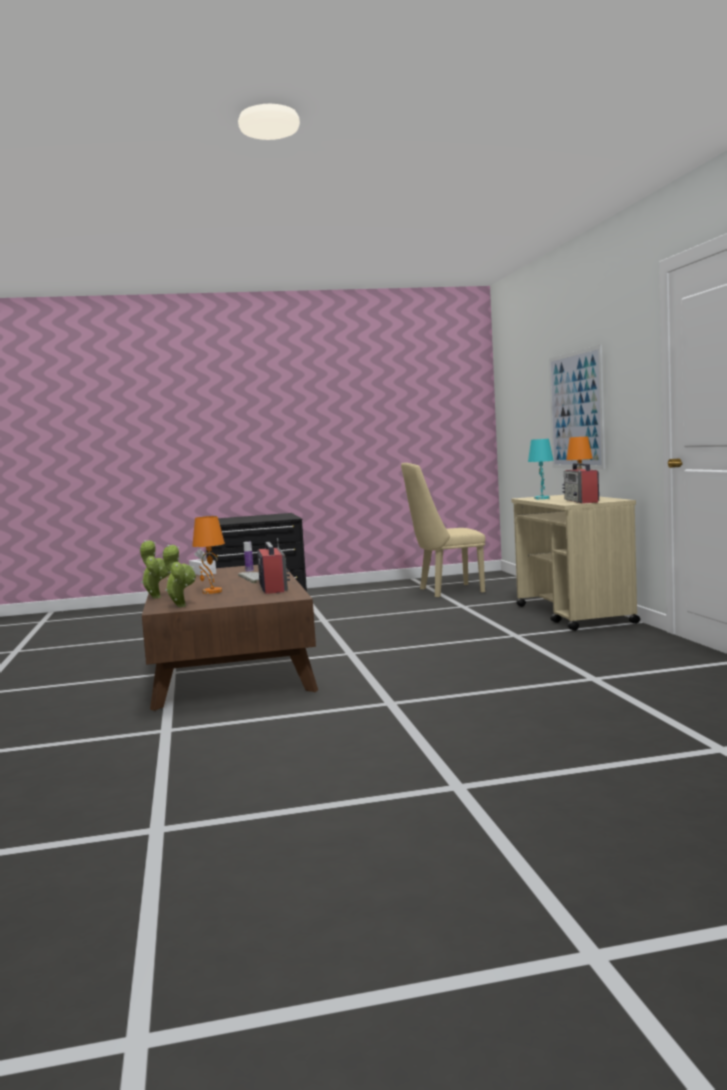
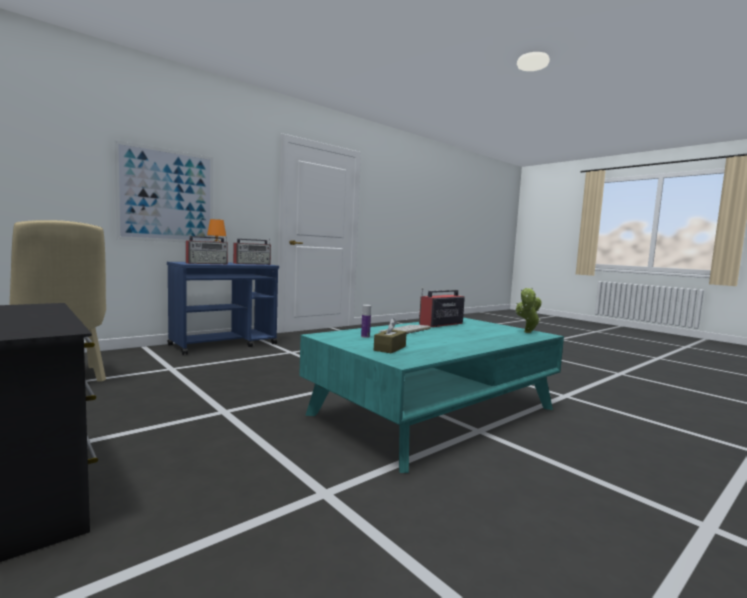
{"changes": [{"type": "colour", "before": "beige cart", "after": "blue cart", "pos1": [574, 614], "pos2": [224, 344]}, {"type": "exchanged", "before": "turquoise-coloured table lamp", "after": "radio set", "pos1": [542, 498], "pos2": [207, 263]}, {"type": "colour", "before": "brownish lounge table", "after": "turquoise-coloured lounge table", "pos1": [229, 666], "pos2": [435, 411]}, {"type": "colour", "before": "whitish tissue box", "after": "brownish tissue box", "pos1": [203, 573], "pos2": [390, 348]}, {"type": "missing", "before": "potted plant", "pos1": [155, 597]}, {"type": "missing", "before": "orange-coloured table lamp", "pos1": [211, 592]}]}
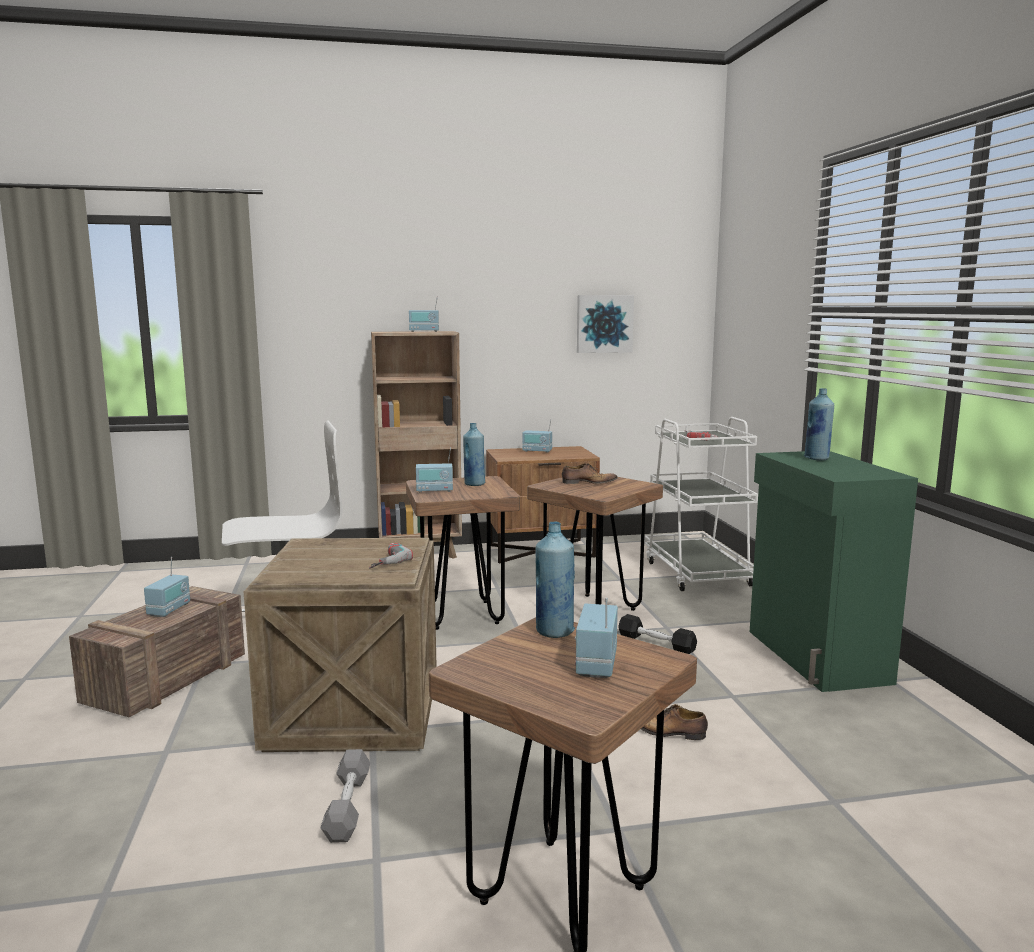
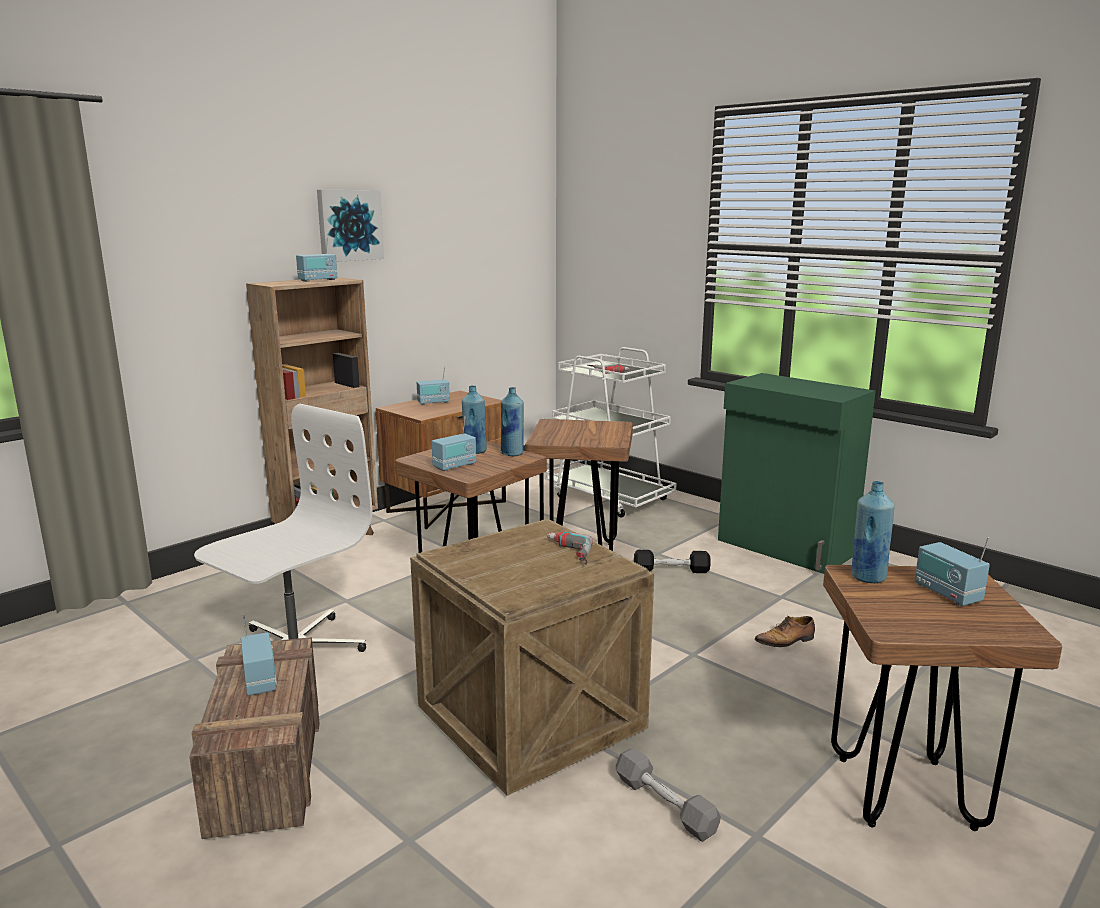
{"changes": [{"type": "relocated", "before": "picture", "pos1": [604, 324], "pos2": [349, 225]}, {"type": "relocated", "before": "blue bottle", "pos1": [816, 458], "pos2": [512, 453]}, {"type": "missing", "before": "item of footwear", "pos1": [588, 483]}]}
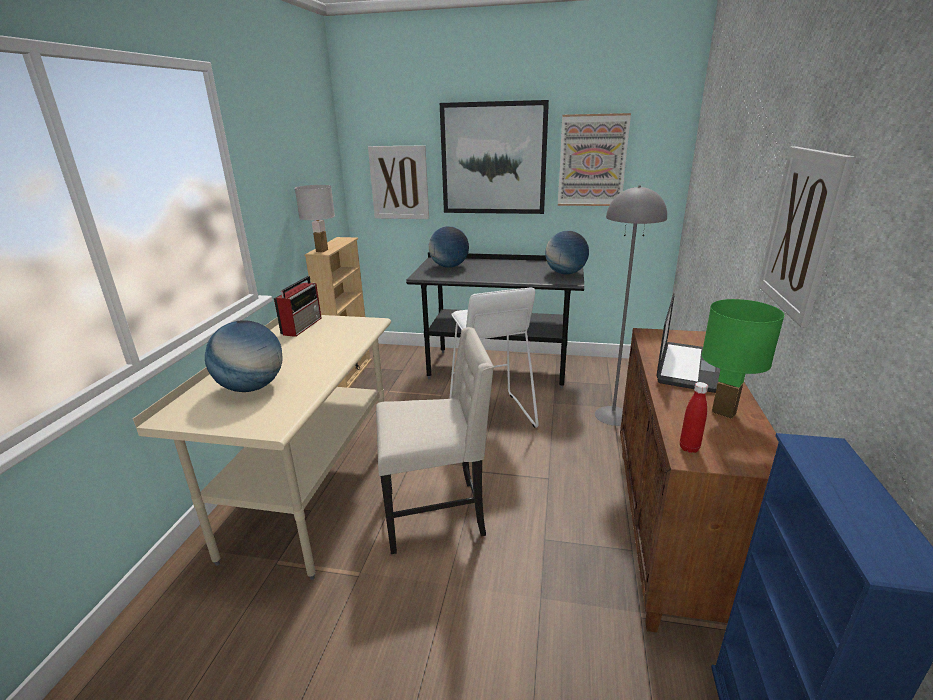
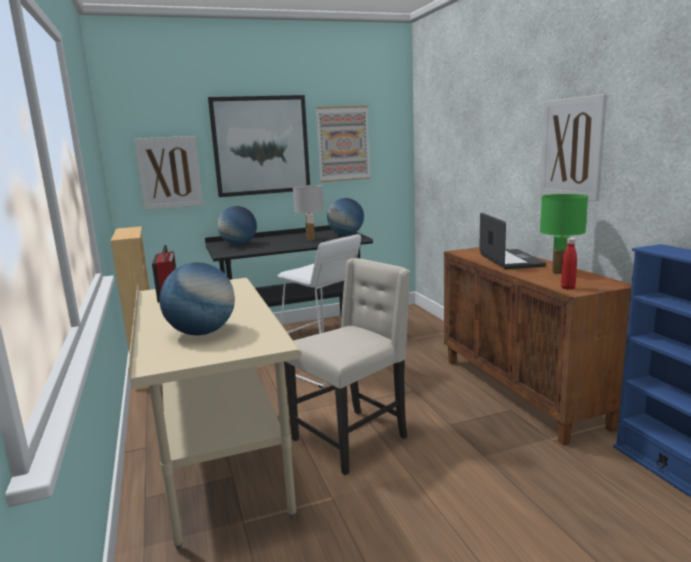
{"changes": [{"type": "relocated", "before": "whitish table lamp", "pos1": [322, 250], "pos2": [310, 239]}, {"type": "missing", "before": "greyish standing lamp", "pos1": [613, 415]}]}
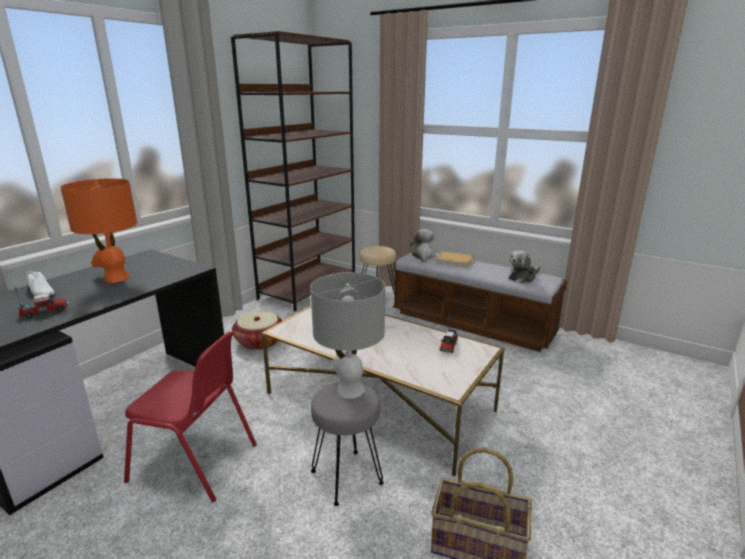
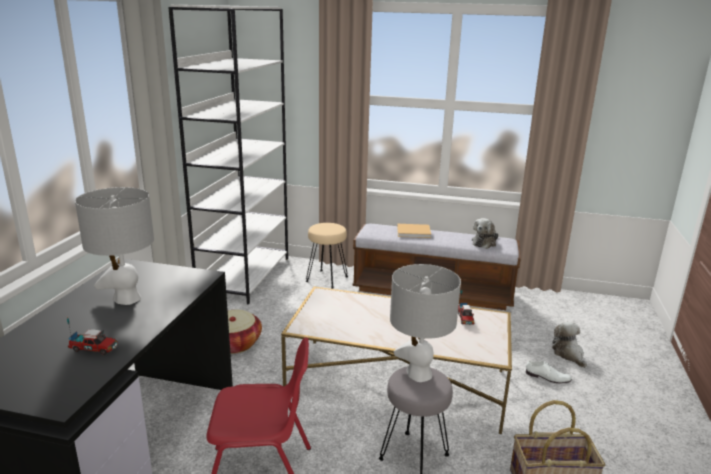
{"changes": [{"type": "spun", "before": "toy truck", "pos1": [45, 312], "pos2": [94, 349], "turn": 60}, {"type": "colour", "before": "orange-coloured table lamp", "after": "greyish table lamp", "pos1": [116, 278], "pos2": [127, 298]}, {"type": "colour", "before": "brownish bookcase", "after": "whitish bookcase", "pos1": [308, 288], "pos2": [244, 276]}, {"type": "relocated", "before": "whitish item of footwear", "pos1": [40, 292], "pos2": [547, 377]}, {"type": "relocated", "before": "cuddly toy", "pos1": [423, 256], "pos2": [569, 354]}]}
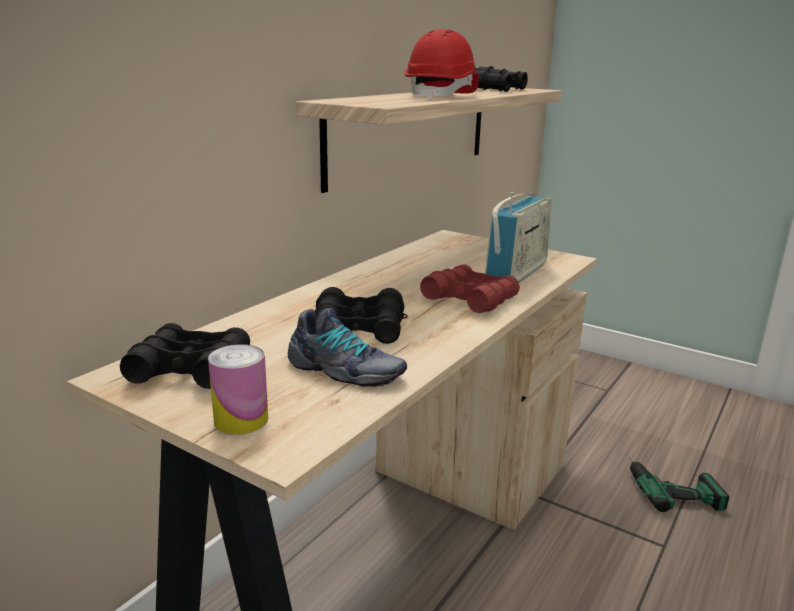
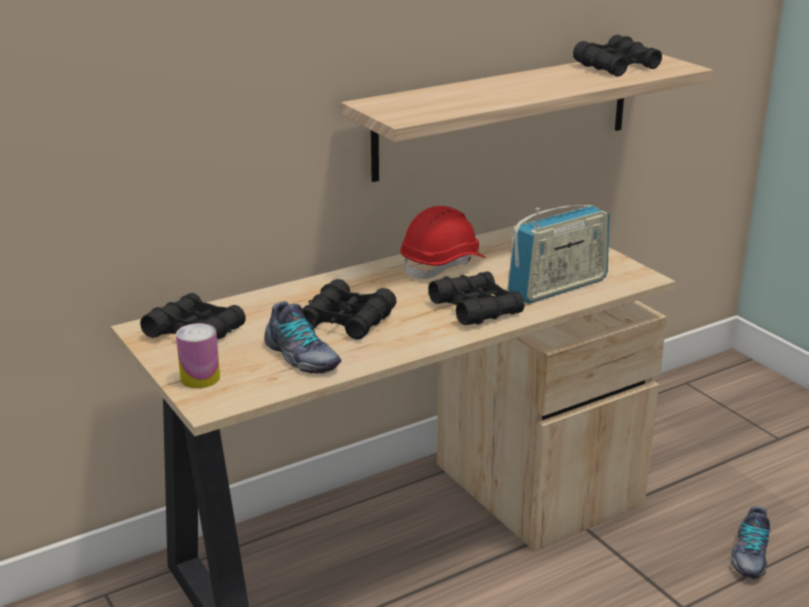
{"changes": [{"type": "relocated", "before": "reddish safety helmet", "pos1": [442, 96], "pos2": [443, 265]}, {"type": "colour", "before": "reddish field glasses", "after": "black field glasses", "pos1": [469, 299], "pos2": [476, 308]}, {"type": "exchanged", "before": "electric drill", "after": "item of footwear", "pos1": [669, 485], "pos2": [749, 555]}]}
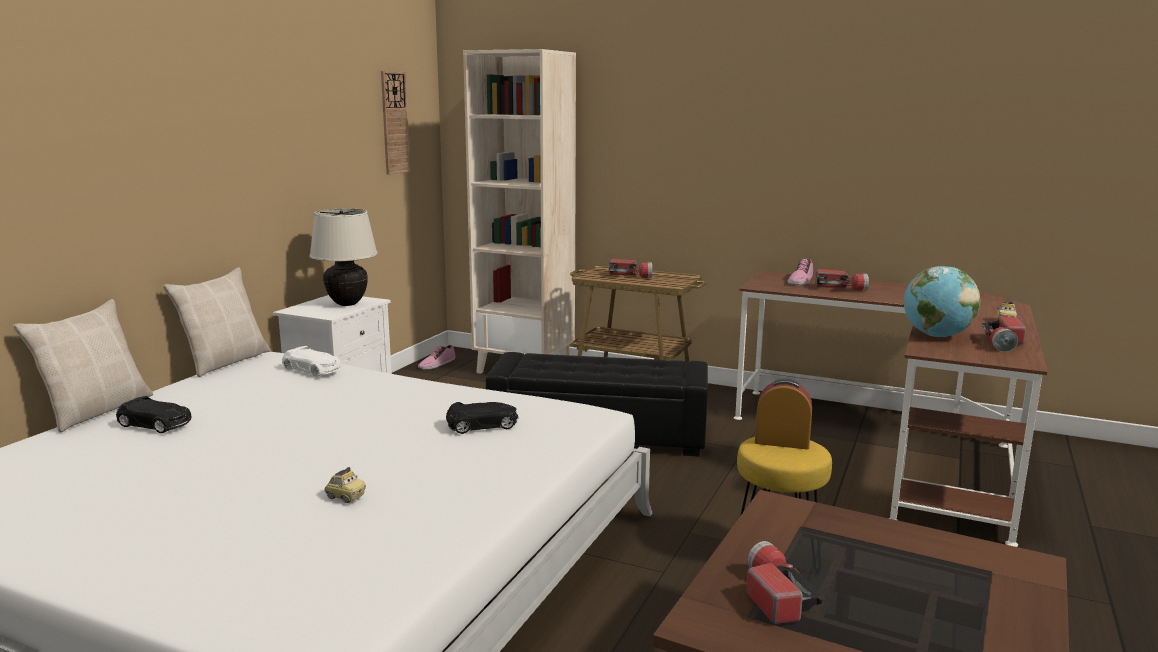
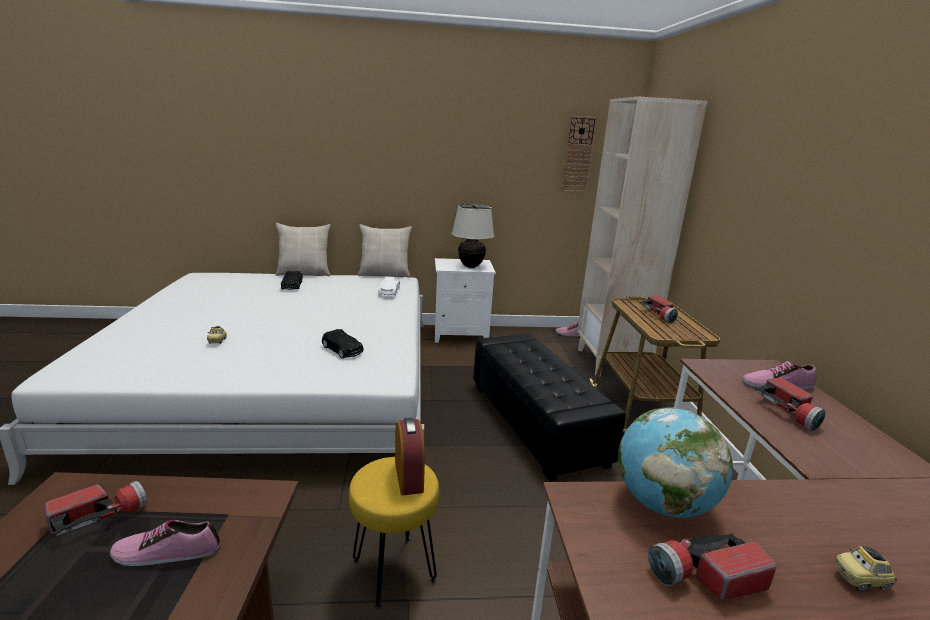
{"changes": [{"type": "appeared", "after": "item of footwear", "pos2": [167, 551]}]}
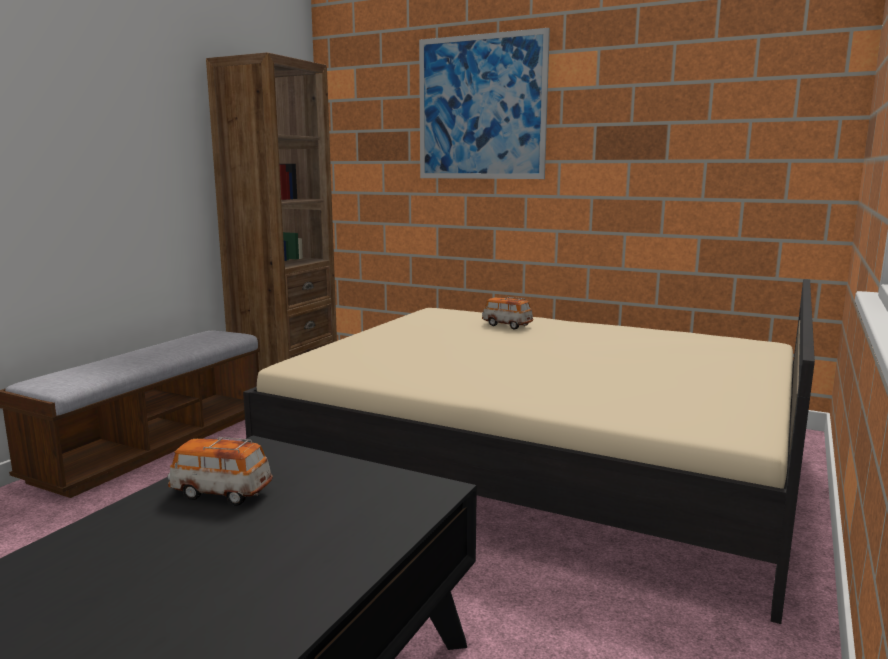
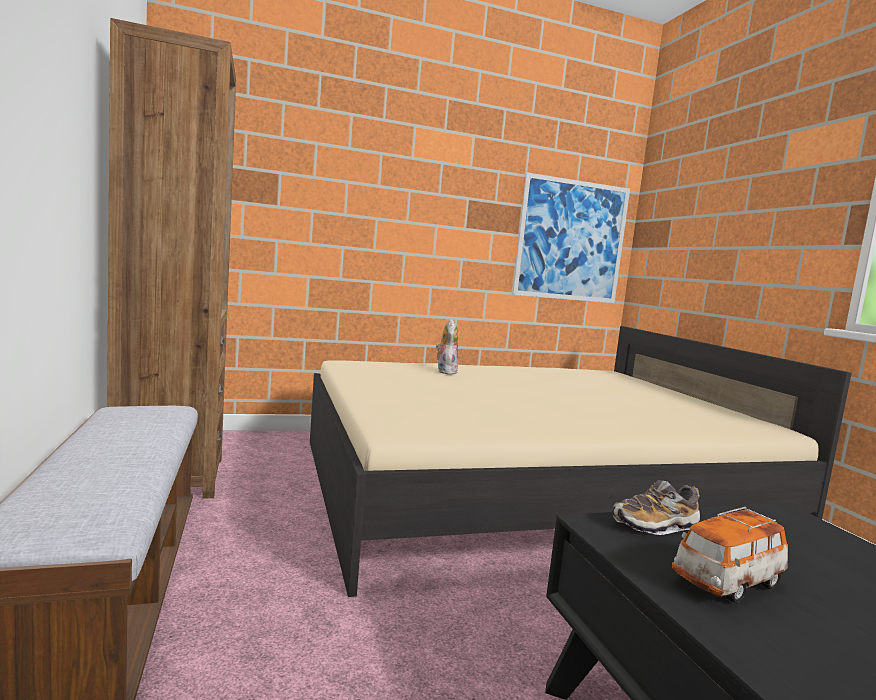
{"changes": [{"type": "exchanged", "before": "miniature car", "after": "cuddly toy", "pos1": [507, 325], "pos2": [445, 371]}, {"type": "relocated", "before": "picture", "pos1": [481, 108], "pos2": [571, 240]}, {"type": "appeared", "after": "item of footwear", "pos2": [655, 525]}]}
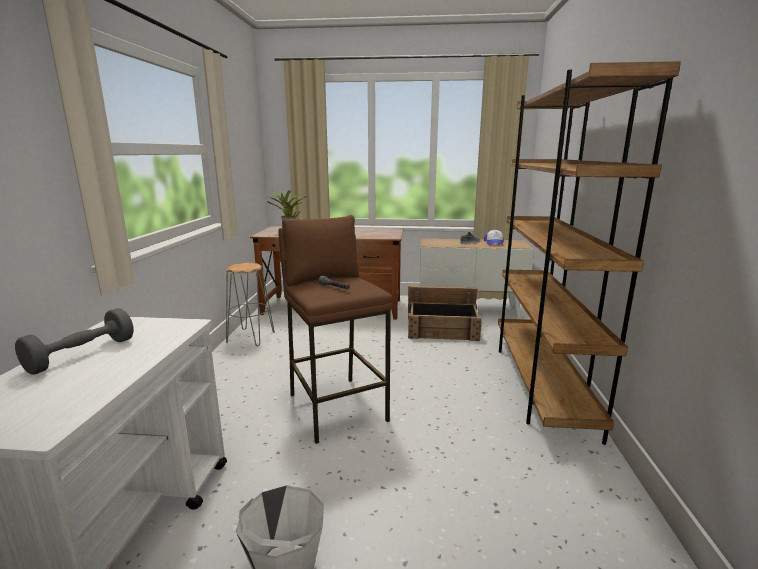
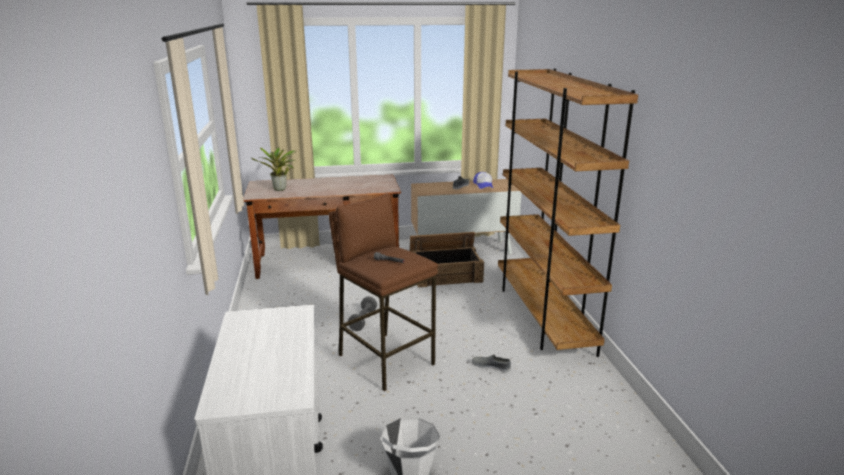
{"changes": [{"type": "relocated", "before": "greyish dumbbell", "pos1": [82, 355], "pos2": [363, 320]}, {"type": "appeared", "after": "greyish item of footwear", "pos2": [491, 366]}, {"type": "missing", "before": "greyish sitting stool", "pos1": [251, 337]}]}
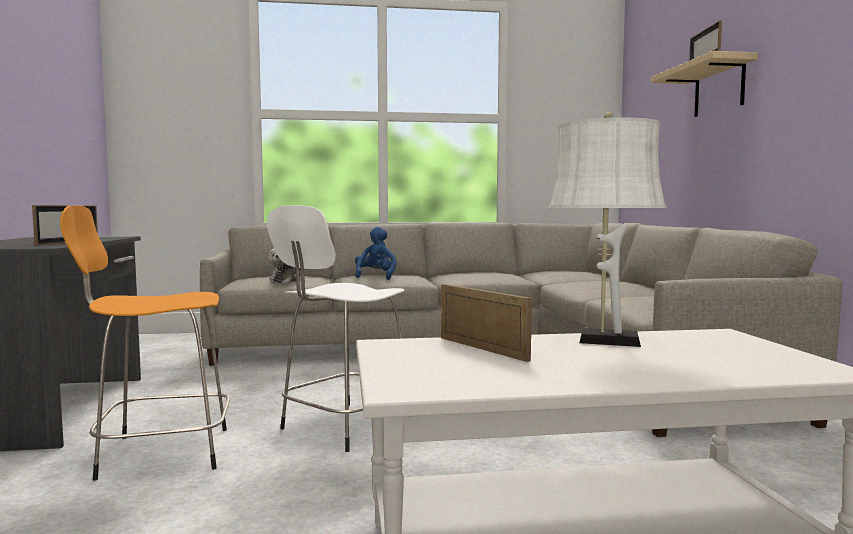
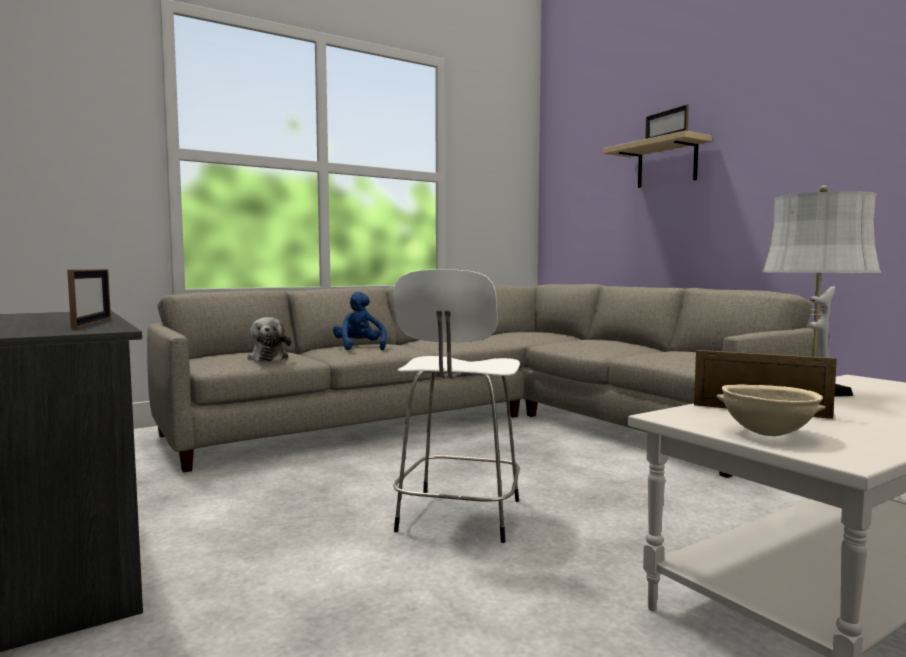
{"changes": [{"type": "appeared", "after": "beige bowl", "pos2": [767, 434]}, {"type": "missing", "before": "orange-coloured sitting stool", "pos1": [160, 453]}]}
